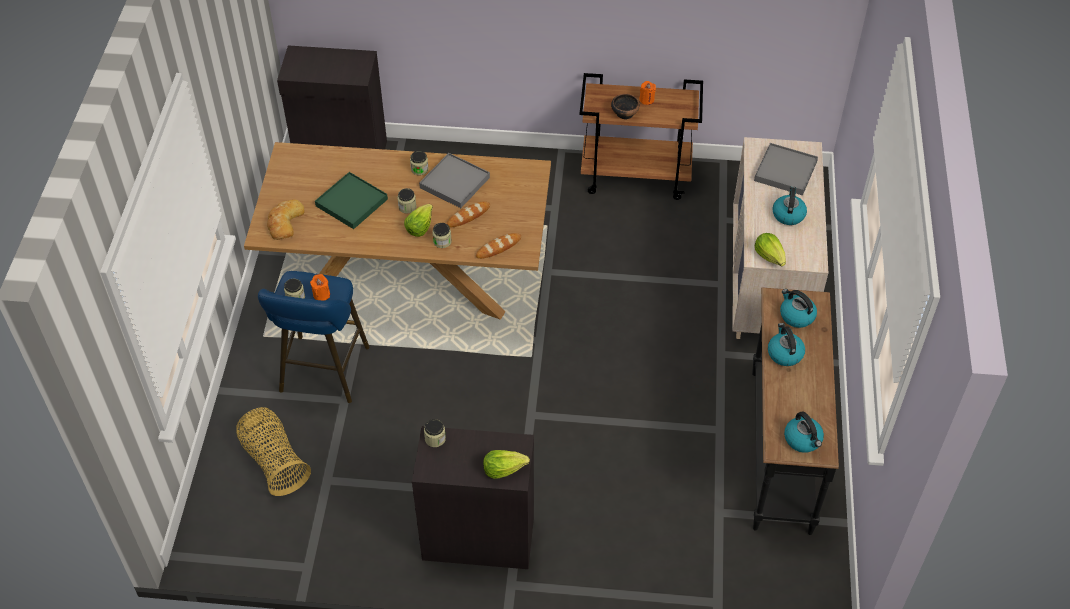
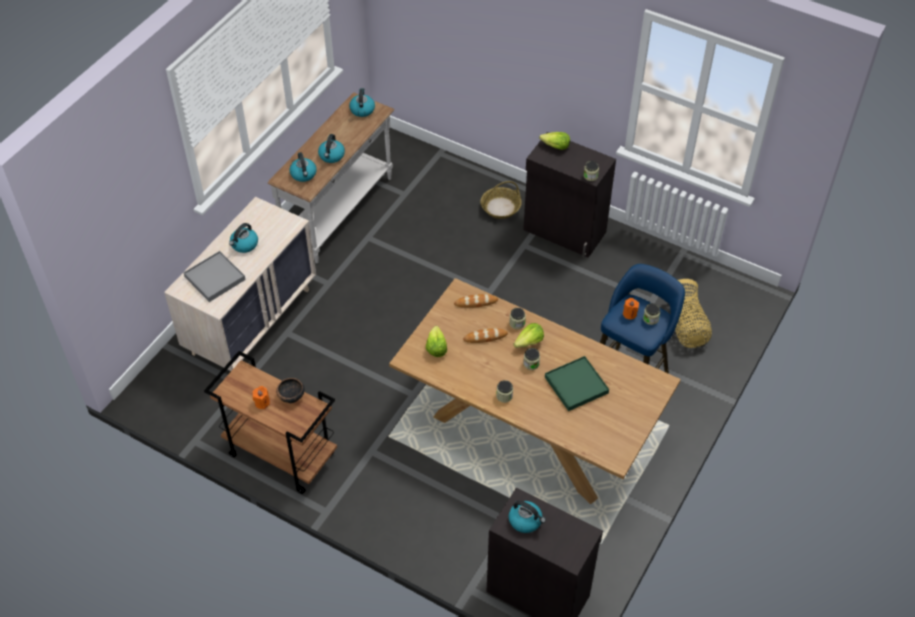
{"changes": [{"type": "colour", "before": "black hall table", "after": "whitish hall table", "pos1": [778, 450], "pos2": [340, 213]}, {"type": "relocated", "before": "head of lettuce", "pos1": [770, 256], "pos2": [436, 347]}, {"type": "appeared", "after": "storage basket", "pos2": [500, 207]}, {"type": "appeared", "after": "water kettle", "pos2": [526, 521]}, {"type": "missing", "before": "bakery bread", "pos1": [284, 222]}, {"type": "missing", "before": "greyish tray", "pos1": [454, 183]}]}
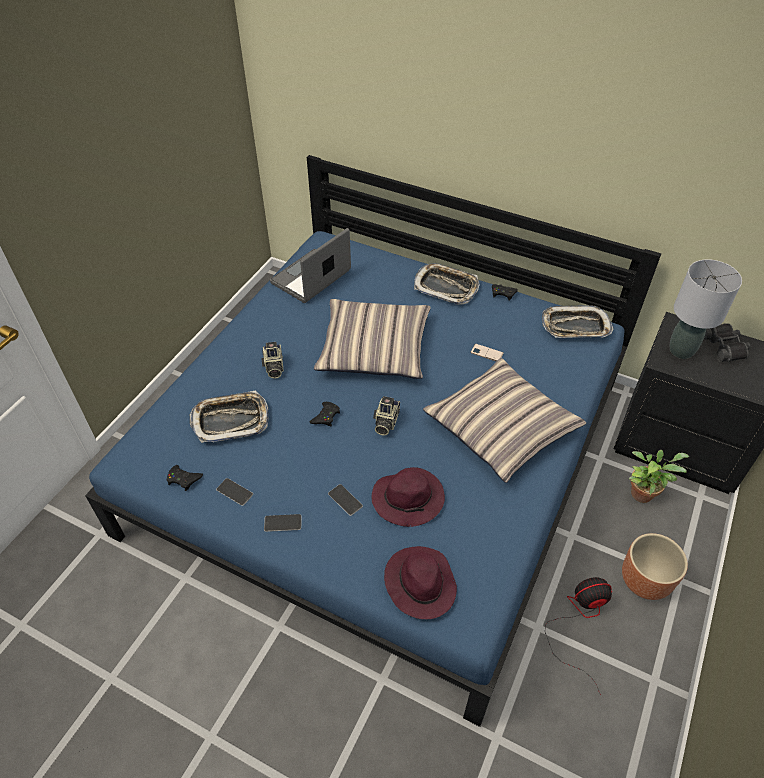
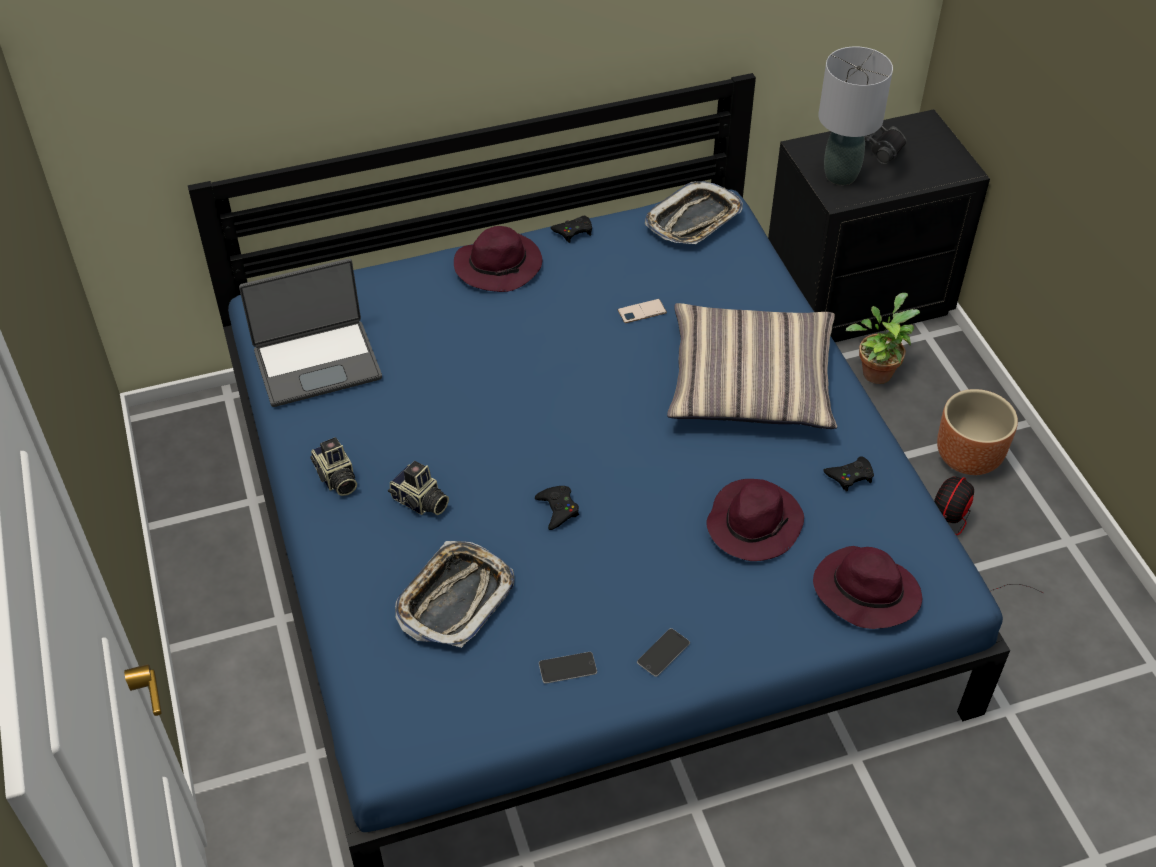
{"changes": [{"type": "spun", "before": "laptop", "pos1": [312, 278], "pos2": [317, 363], "turn": -105}, {"type": "relocated", "before": "still camera", "pos1": [385, 422], "pos2": [336, 478]}, {"type": "exchanged", "before": "tray", "after": "purple-coloured hat", "pos1": [446, 287], "pos2": [499, 265]}, {"type": "relocated", "before": "black game controller", "pos1": [183, 479], "pos2": [850, 476]}, {"type": "missing", "before": "throw pillow", "pos1": [374, 348]}, {"type": "missing", "before": "telephone", "pos1": [345, 500]}]}
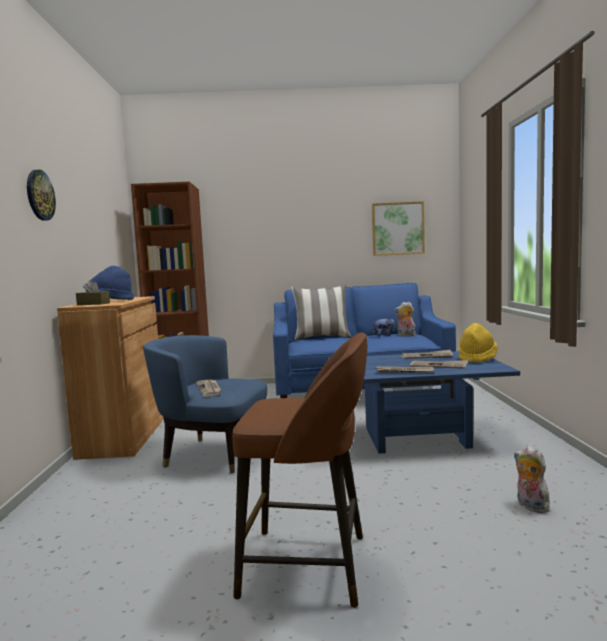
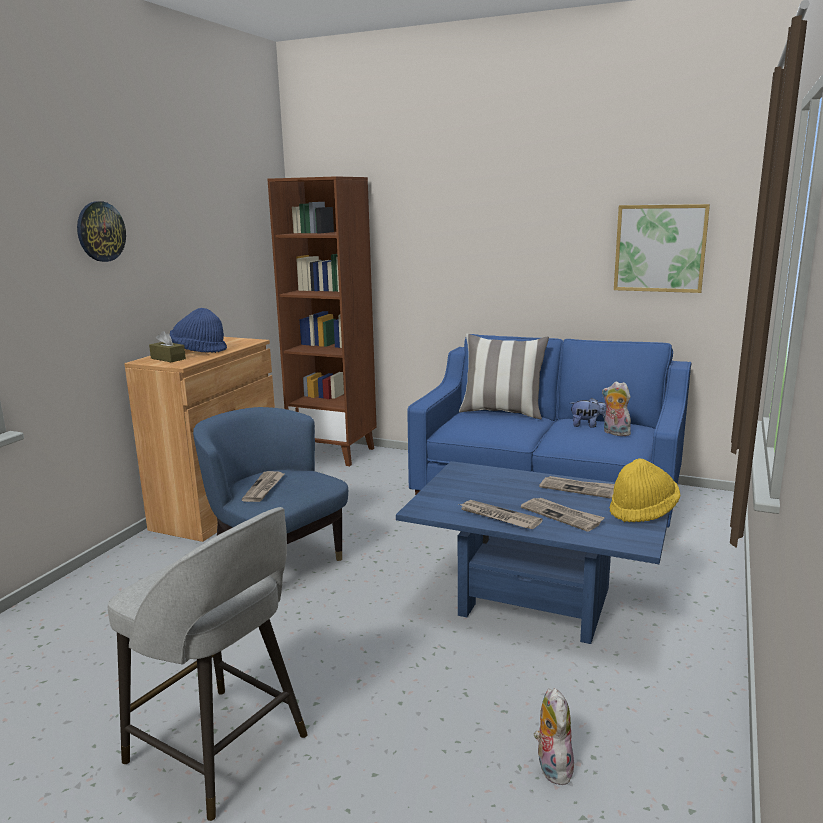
{"changes": [{"type": "colour", "before": "brownish sitting stool", "after": "greyish sitting stool", "pos1": [309, 566], "pos2": [221, 751]}]}
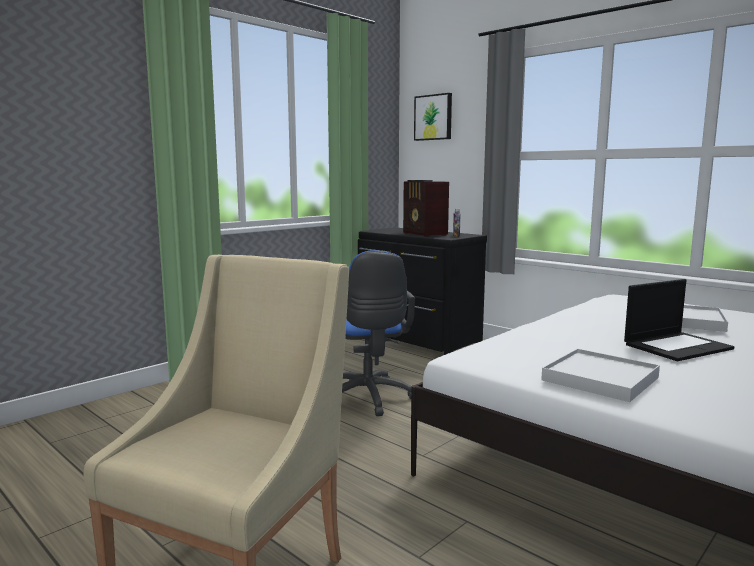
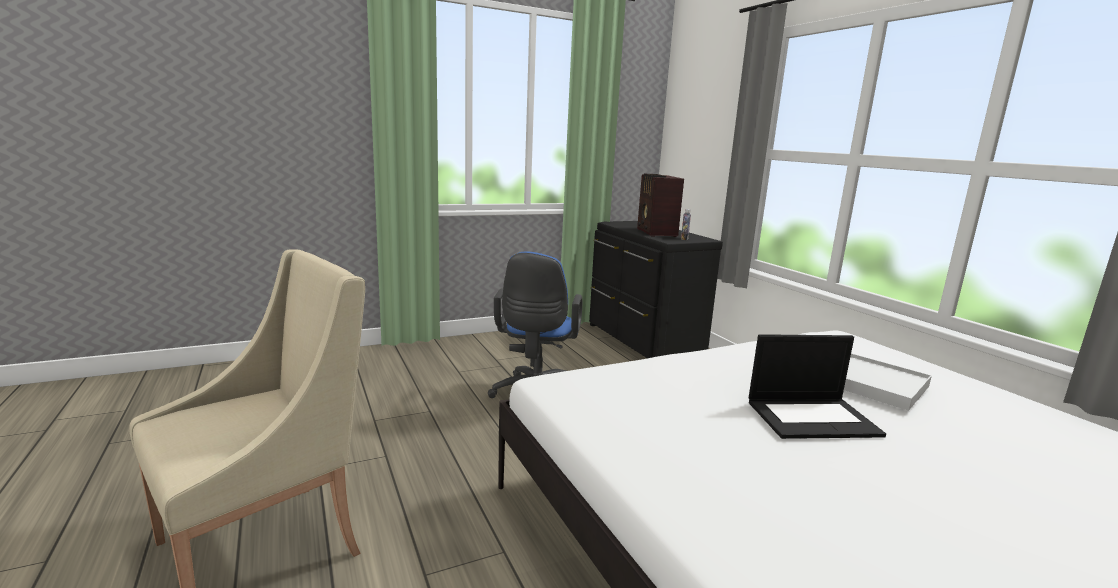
{"changes": [{"type": "missing", "before": "picture", "pos1": [433, 117]}, {"type": "missing", "before": "whitish tray", "pos1": [600, 379]}]}
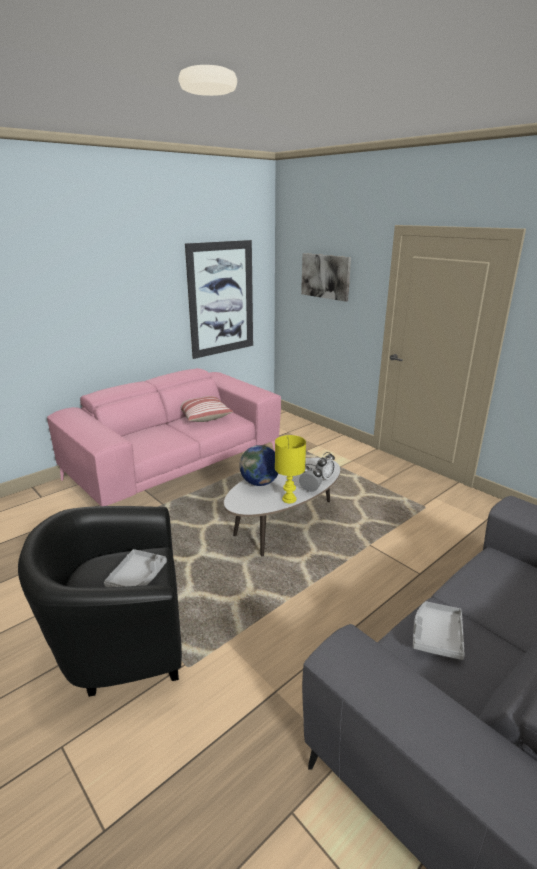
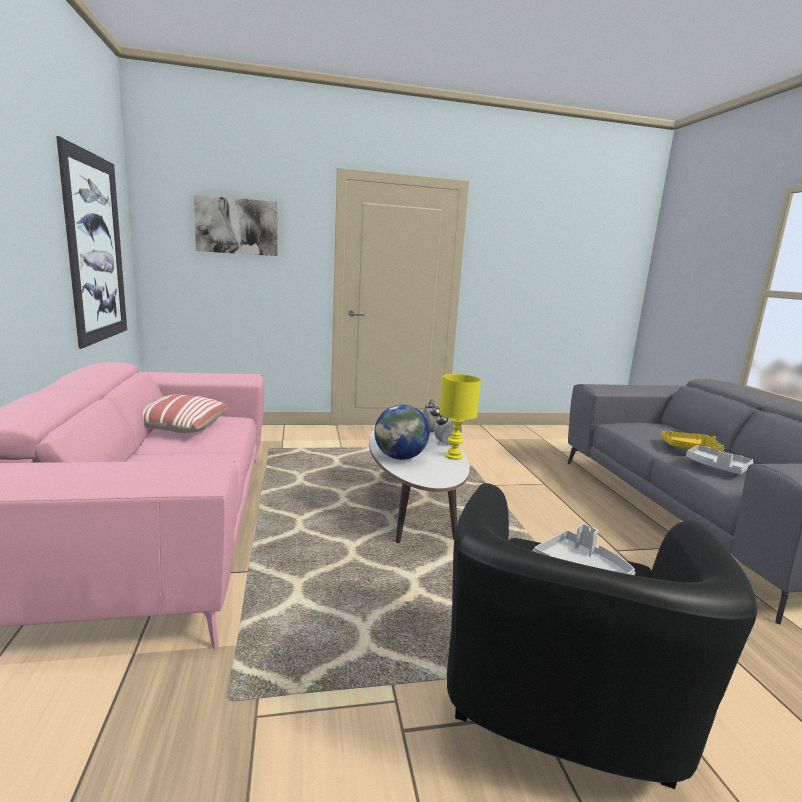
{"changes": [{"type": "appeared", "after": "yellowish tray", "pos2": [690, 448]}]}
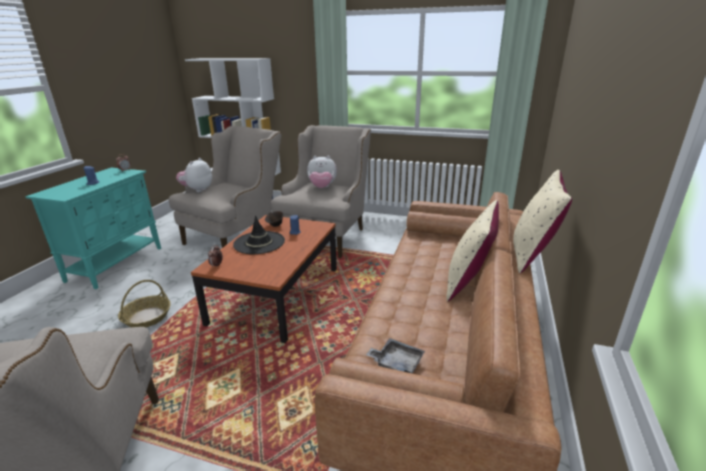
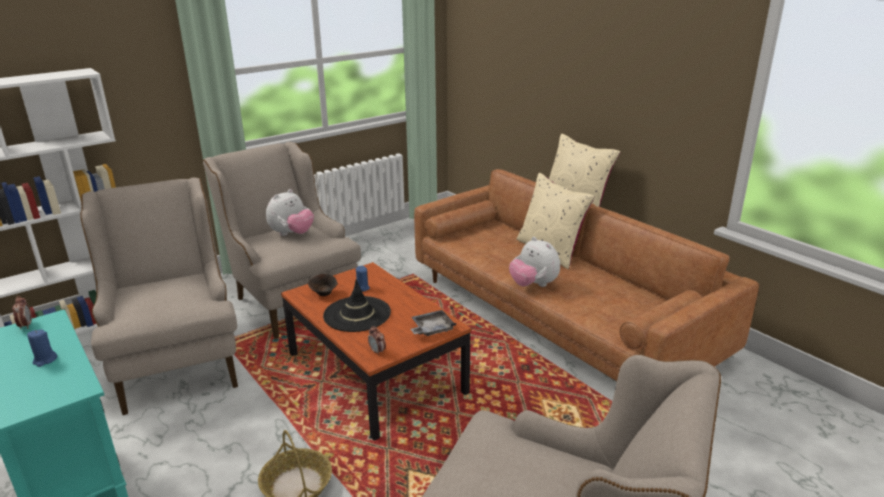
{"changes": [{"type": "relocated", "before": "greyish tray", "pos1": [396, 362], "pos2": [431, 329]}, {"type": "relocated", "before": "cuddly toy", "pos1": [197, 190], "pos2": [533, 285]}]}
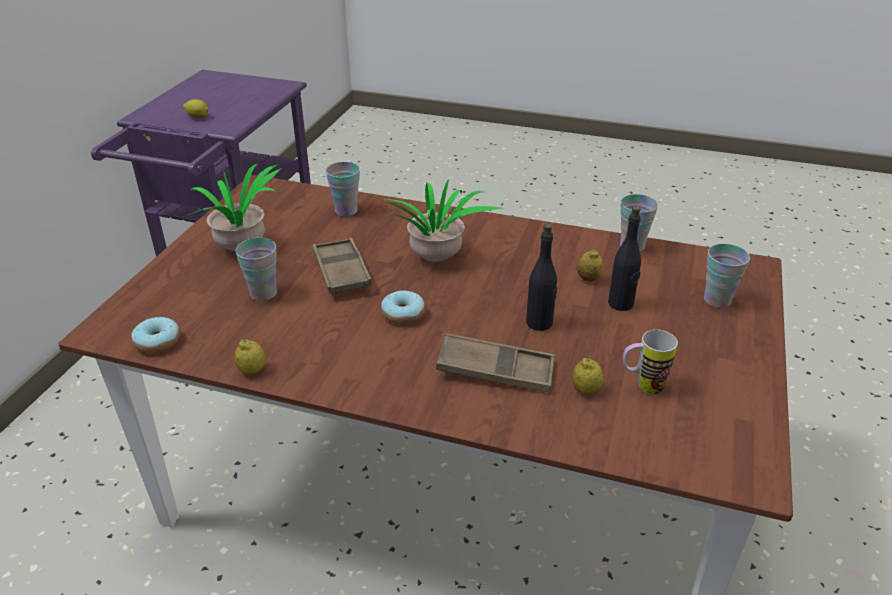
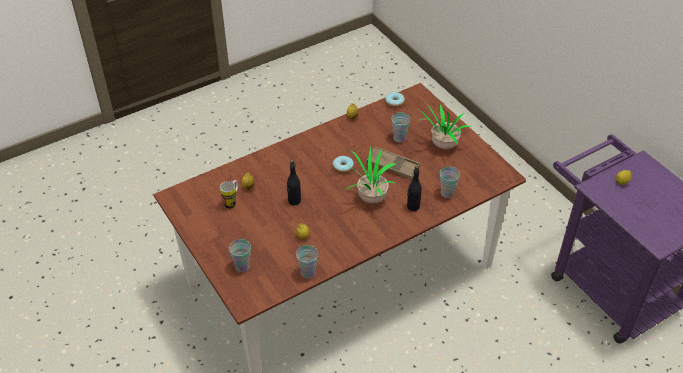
{"changes": [{"type": "relocated", "before": "black bottle", "pos1": [621, 304], "pos2": [413, 206]}, {"type": "missing", "before": "brownish tray", "pos1": [495, 370]}]}
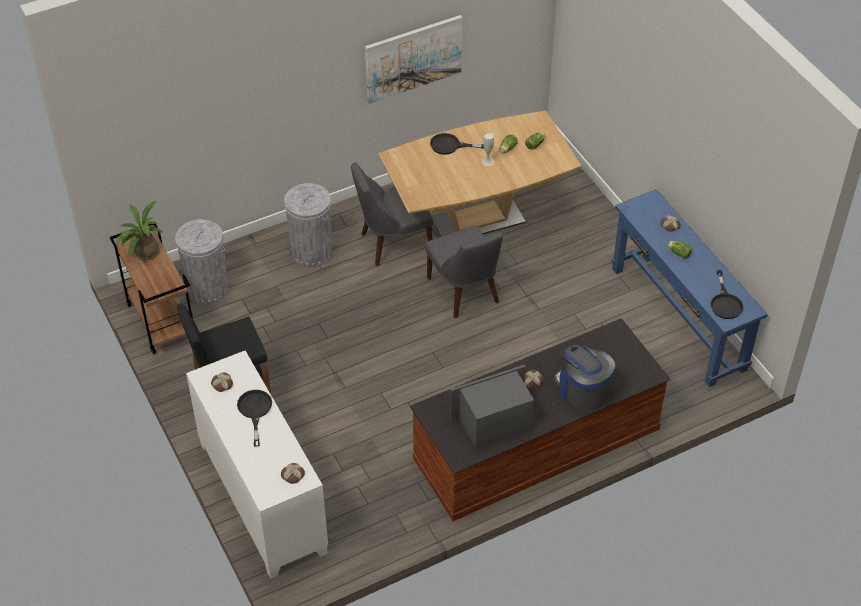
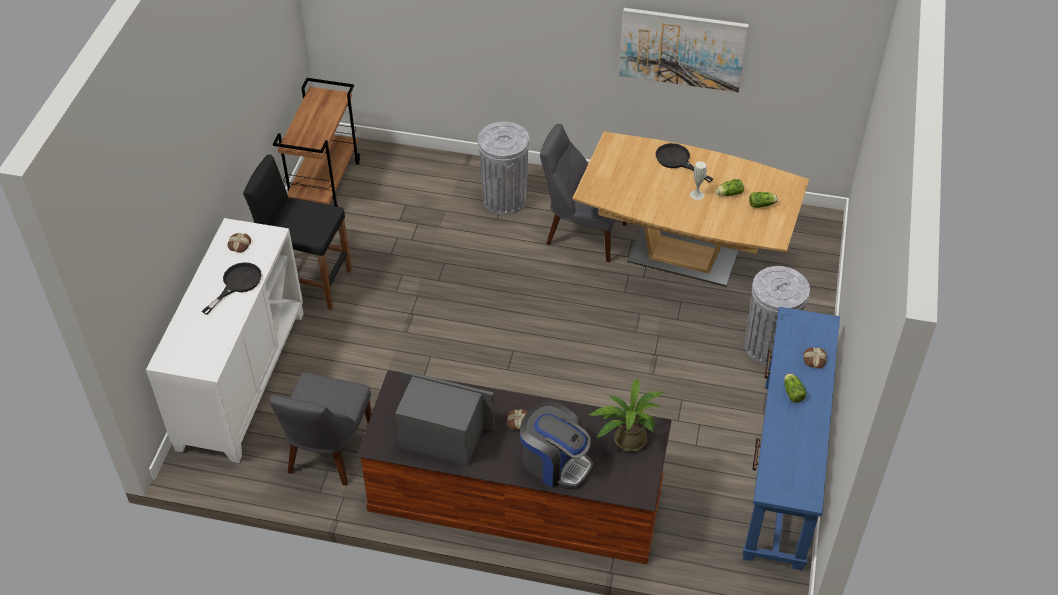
{"changes": [{"type": "relocated", "before": "greyish plain chair", "pos1": [464, 292], "pos2": [328, 452]}, {"type": "spun", "before": "coffee machine", "pos1": [582, 390], "pos2": [555, 462], "turn": 120}, {"type": "relocated", "before": "potted plant", "pos1": [144, 253], "pos2": [625, 439]}, {"type": "relocated", "before": "greyish waste bin", "pos1": [207, 289], "pos2": [768, 346]}, {"type": "missing", "before": "bakery bread", "pos1": [293, 475]}, {"type": "missing", "before": "black frying pan", "pos1": [725, 302]}]}
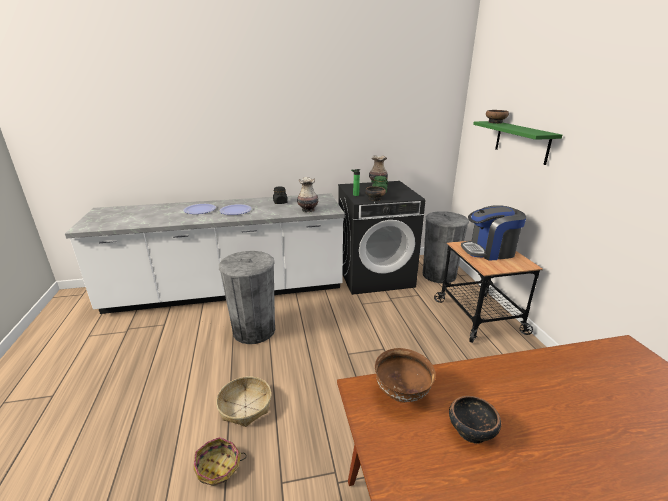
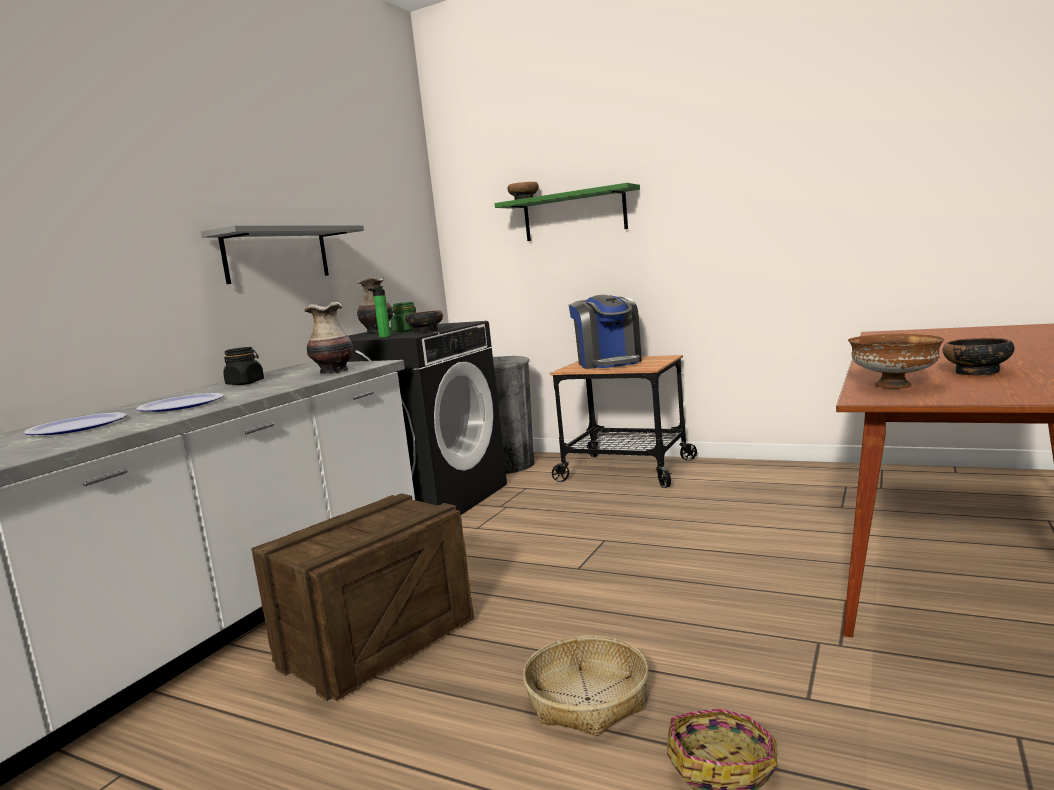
{"changes": [{"type": "appeared", "after": "greyish bracket shelf", "pos2": [277, 255]}, {"type": "exchanged", "before": "greyish waste bin", "after": "crate", "pos1": [254, 330], "pos2": [377, 641]}, {"type": "spun", "before": "coffee machine", "pos1": [489, 251], "pos2": [609, 363], "turn": -45}]}
